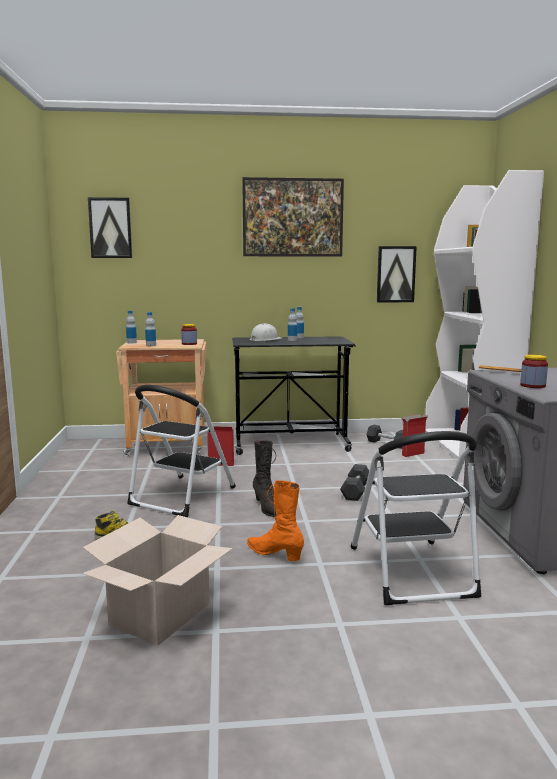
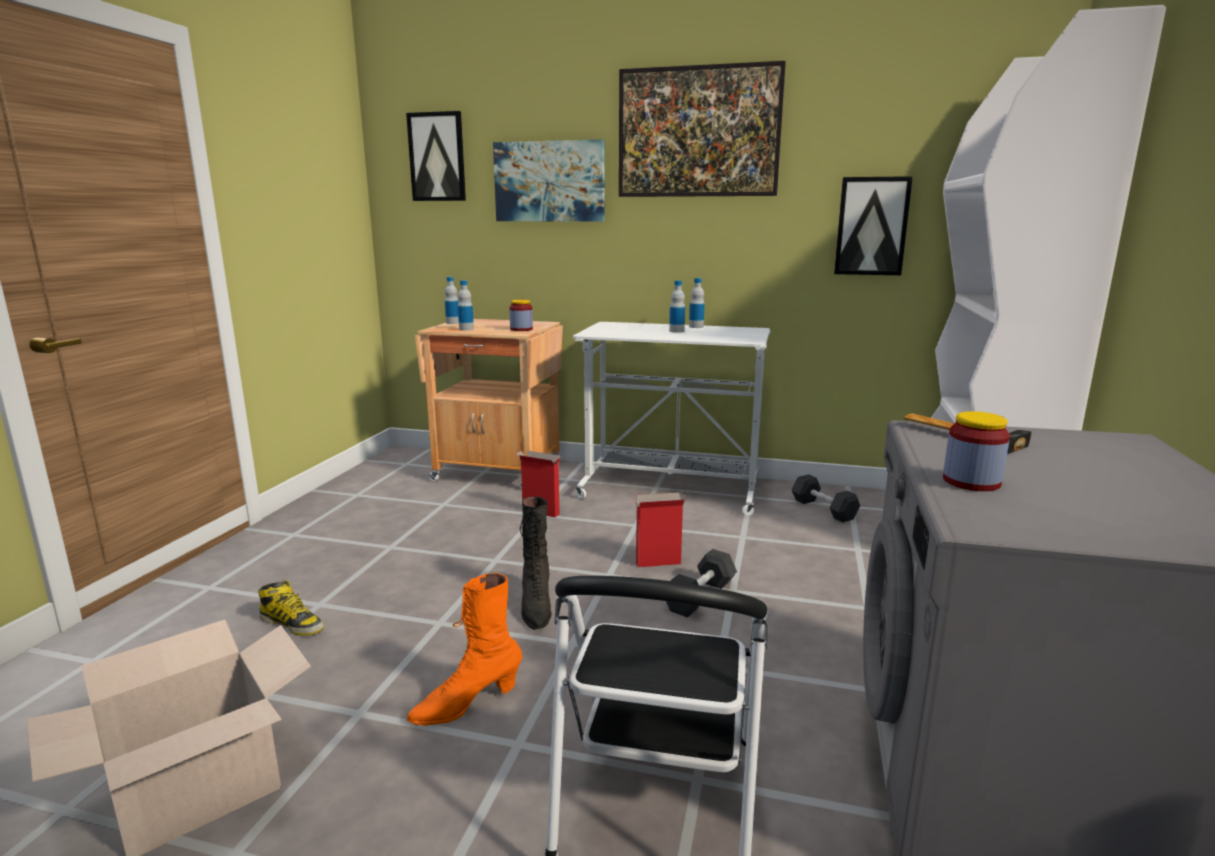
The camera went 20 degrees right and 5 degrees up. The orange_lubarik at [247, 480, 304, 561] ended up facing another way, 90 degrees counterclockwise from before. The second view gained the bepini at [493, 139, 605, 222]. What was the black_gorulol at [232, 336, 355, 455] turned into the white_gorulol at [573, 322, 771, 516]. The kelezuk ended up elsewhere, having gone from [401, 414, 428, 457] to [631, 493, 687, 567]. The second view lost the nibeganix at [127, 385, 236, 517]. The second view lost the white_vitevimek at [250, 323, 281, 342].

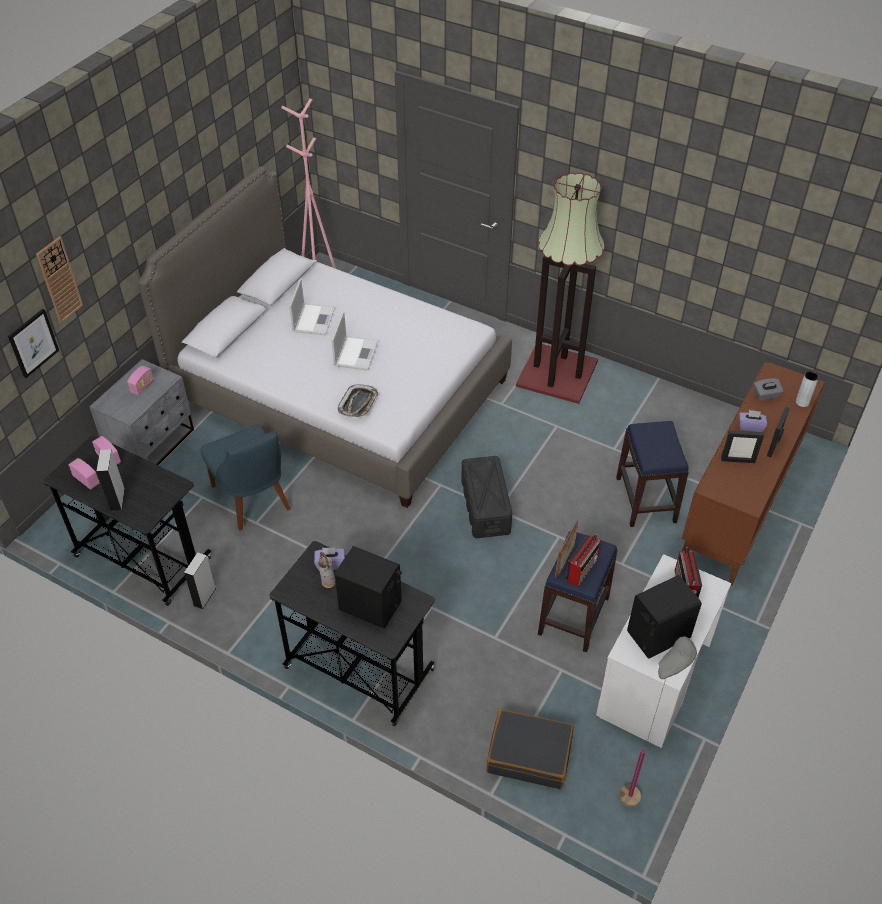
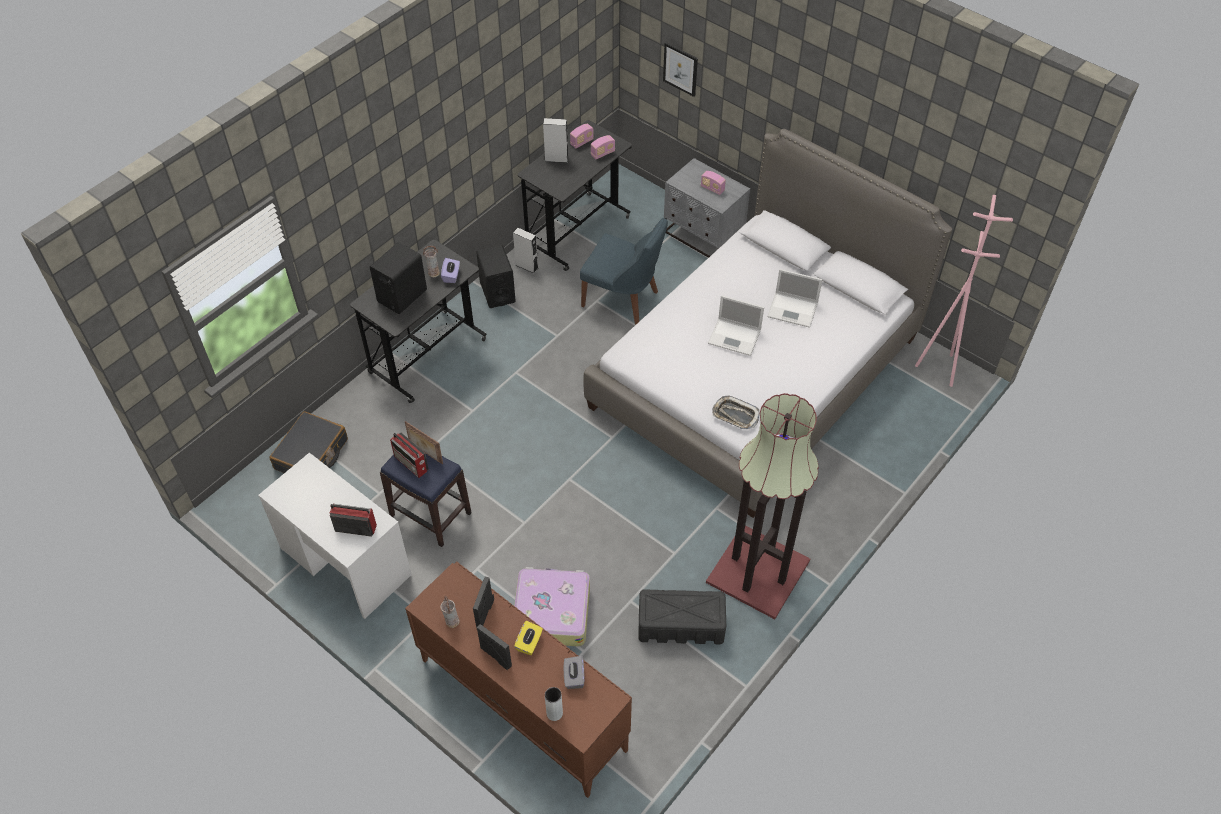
The camera went 100 degrees right and 5 degrees up. The second view gained the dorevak at [440, 596, 460, 628]. The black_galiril ended up elsewhere, having gone from [627, 575, 702, 659] to [476, 245, 516, 308]. Where the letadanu stood at [616, 421, 689, 527], the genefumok came to stand at [514, 567, 590, 646]. What was the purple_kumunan at [739, 410, 767, 432] turned into the yellow_kumunan at [514, 621, 543, 655]. The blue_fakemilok at [201, 424, 291, 531] ended up facing another way, 135 degrees counterclockwise from before. The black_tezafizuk ended up elsewhere, having gone from [461, 456, 512, 538] to [638, 589, 726, 644]. The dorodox ended up elsewhere, having gone from [338, 384, 378, 417] to [712, 396, 759, 429]. The second view lost the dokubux at [36, 236, 83, 323]. The second view lost the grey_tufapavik at [619, 636, 697, 807].

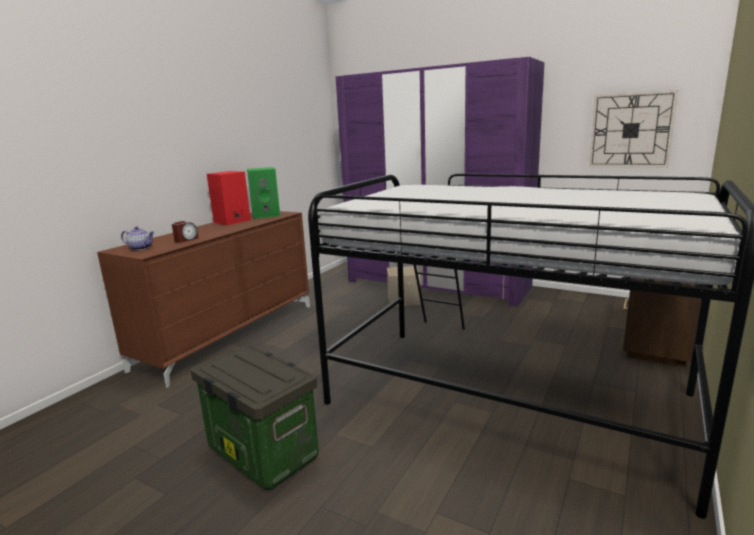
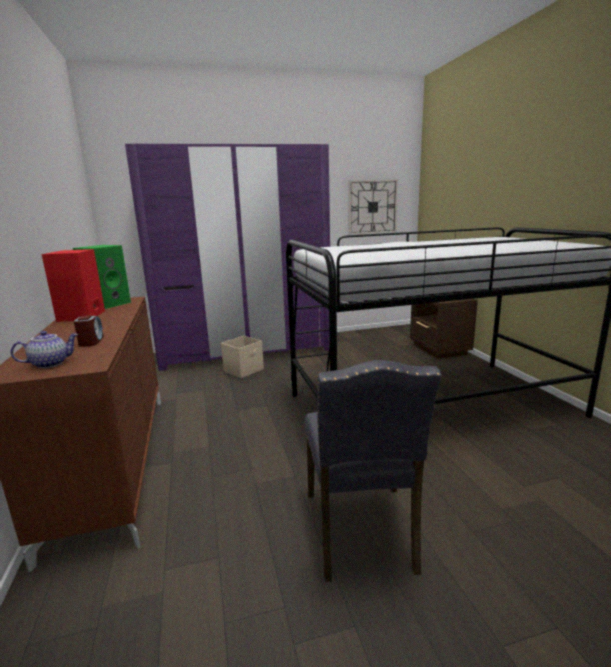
The camera went 45 degrees left and 0 degrees up. Where the tezafizuk stood at [190, 345, 319, 490], the grey_fakemilok came to stand at [304, 360, 441, 582].

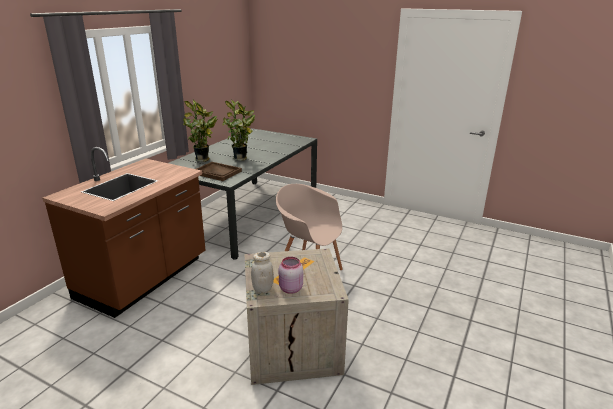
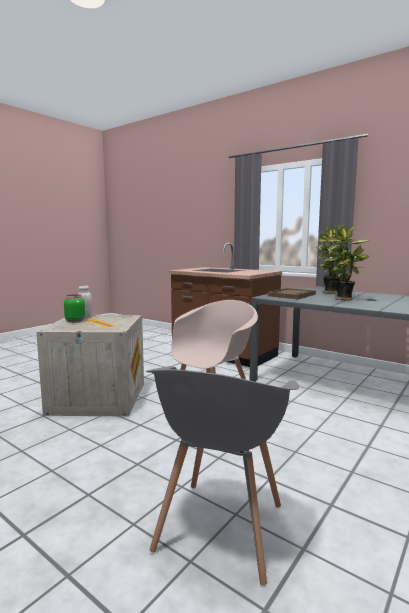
The camera went 100 degrees right and 15 degrees down. What was the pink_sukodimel at [279, 257, 303, 294] turned into the green_sukodimel at [64, 294, 85, 323]. The second view gained the grey_fakemilok at [146, 366, 299, 585].

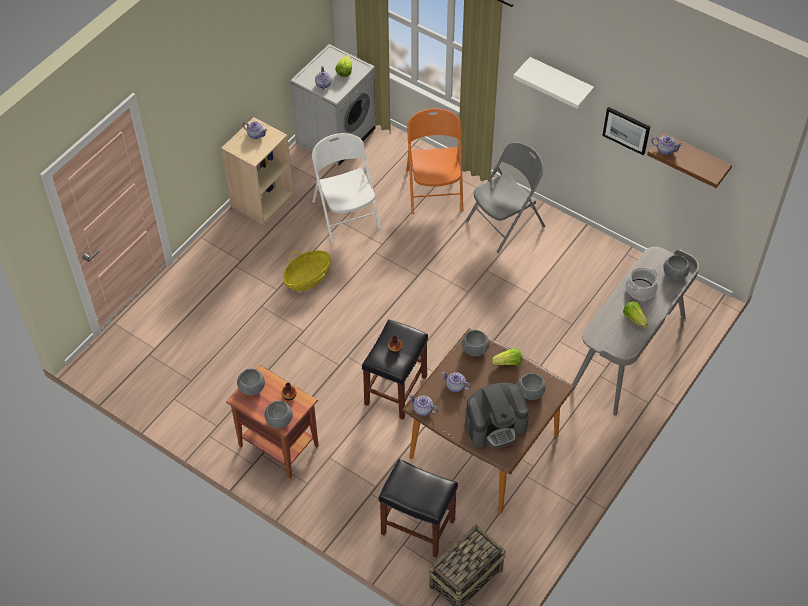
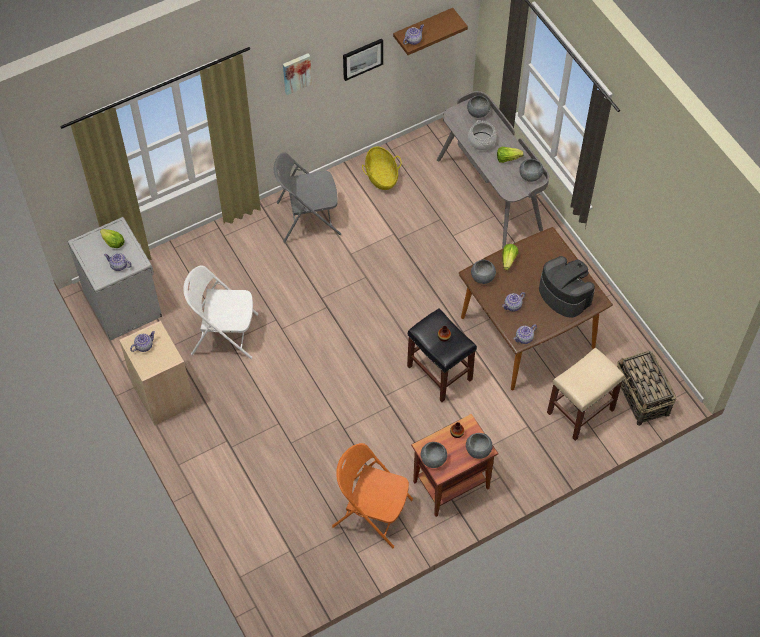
The camera went 65 degrees left and 5 degrees up. The grey_fakemilok at [466, 143, 545, 254] ended up facing another way, 90 degrees counterclockwise from before. Where the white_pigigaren hung at [513, 57, 594, 109], the bepini came to hang at [283, 53, 312, 95]. The orange_fakemilok ended up elsewhere, having gone from [406, 108, 464, 214] to [332, 443, 413, 549]. The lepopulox ended up elsewhere, having gone from [283, 250, 331, 291] to [362, 147, 402, 190]. The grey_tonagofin ended up elsewhere, having gone from [518, 373, 546, 400] to [519, 159, 543, 182]. The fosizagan at [465, 383, 529, 449] ended up facing another way, 45 degrees counterclockwise from before. What was the black_letadanu at [379, 459, 458, 558] turned into the beige_letadanu at [547, 347, 625, 441].

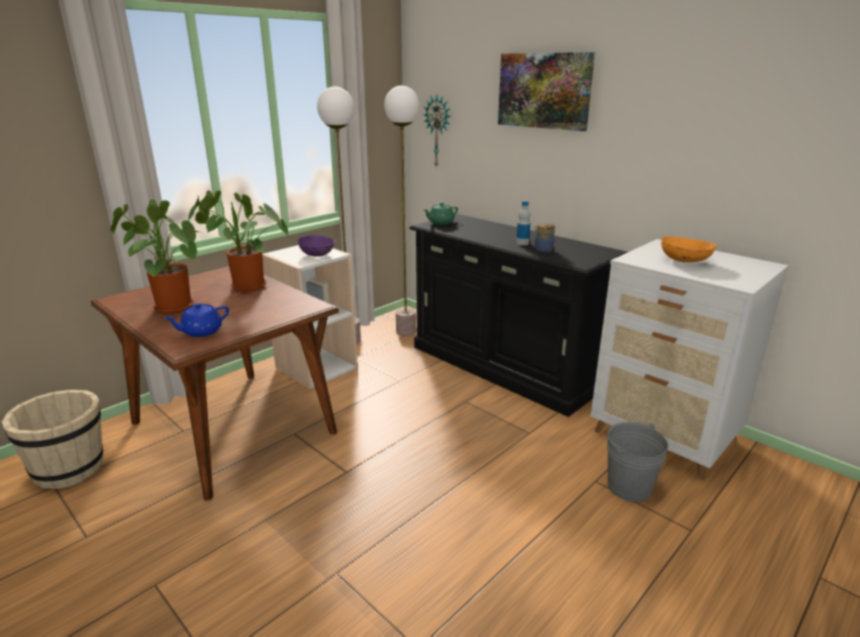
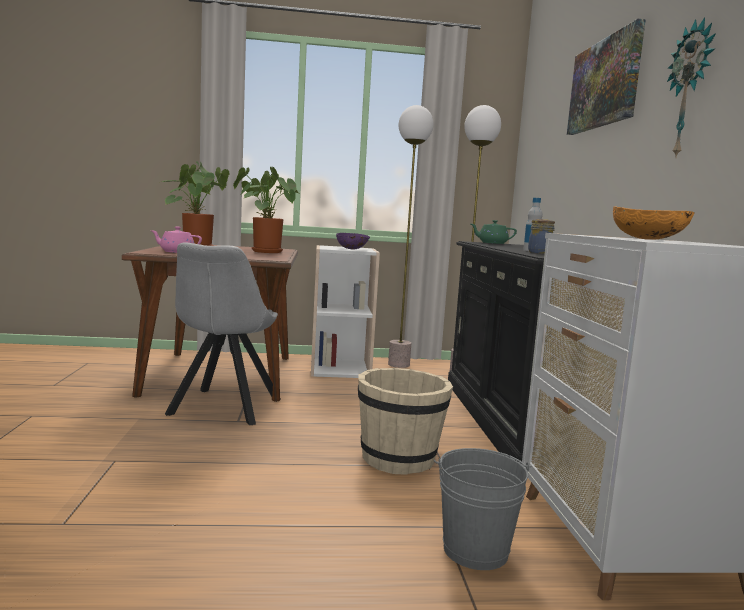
The camera went 40 degrees right and 15 degrees down. What was the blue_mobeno at [164, 303, 229, 337] turned into the pink_mobeno at [150, 227, 202, 253]. The second view gained the grey_fakemilok at [165, 242, 278, 425]. The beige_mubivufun ended up elsewhere, having gone from [2, 390, 103, 489] to [358, 368, 453, 475]. The dokubux ended up elsewhere, having gone from [422, 95, 451, 168] to [667, 17, 716, 159].

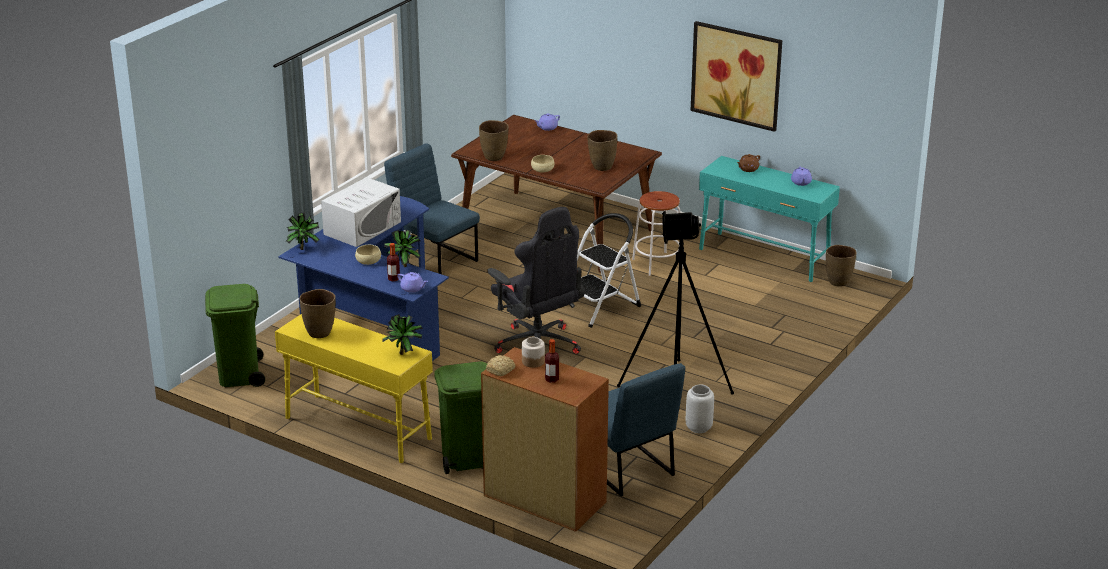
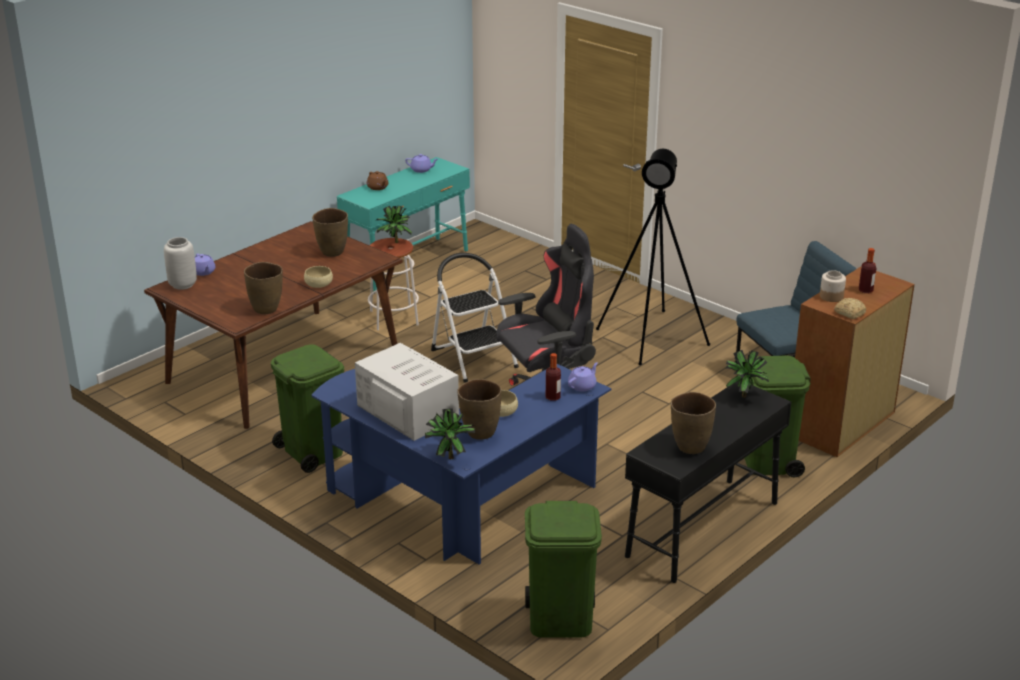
The camera went 80 degrees left and 0 degrees up. The grey_dorevak ended up elsewhere, having gone from [686, 385, 714, 433] to [164, 237, 197, 290]. Where the blue_fakemilok stood at [384, 143, 480, 274], the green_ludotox came to stand at [271, 344, 344, 473]. The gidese ended up elsewhere, having gone from [384, 230, 421, 267] to [377, 206, 412, 243]. The brown_dorevak ended up elsewhere, having gone from [826, 245, 857, 287] to [457, 379, 501, 440]. What was the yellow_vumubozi at [275, 314, 433, 463] turned into the black_vumubozi at [625, 381, 792, 583]. The second view lost the bepini at [690, 21, 782, 132].

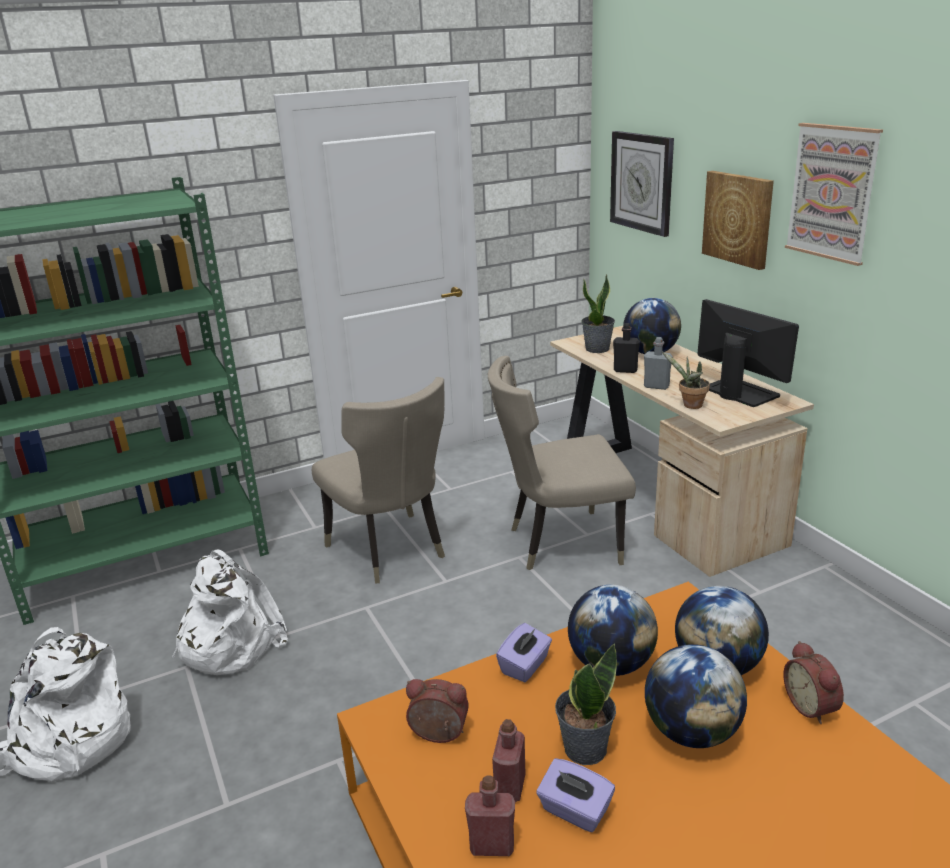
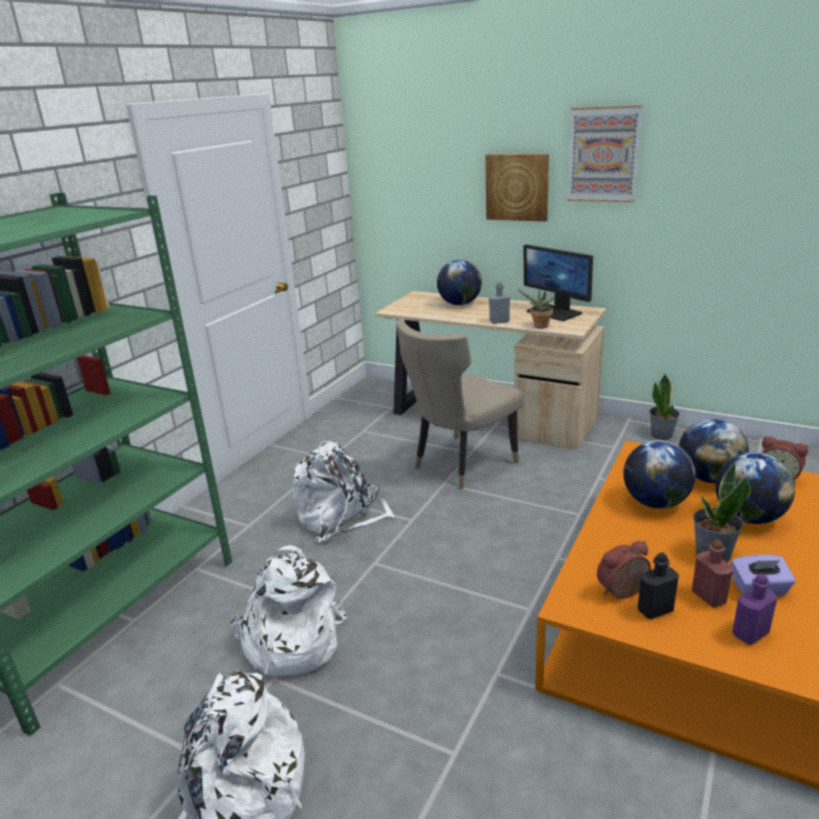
The camera went 35 degrees left and 0 degrees up. Where the beige_fakemilok stood at [312, 377, 445, 584], the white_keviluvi came to stand at [293, 441, 394, 542]. The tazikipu at [698, 299, 799, 407] ended up facing another way, 150 degrees counterclockwise from before. The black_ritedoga ended up elsewhere, having gone from [613, 323, 640, 373] to [638, 552, 679, 619]. The gidese ended up elsewhere, having gone from [581, 275, 615, 353] to [649, 374, 680, 440]. What was the red_ritedoga at [465, 776, 515, 856] turned into the purple_ritedoga at [732, 574, 777, 645]. The second view lost the purple_kumunan at [496, 623, 552, 682]. The second view lost the dokubux at [610, 131, 674, 237].

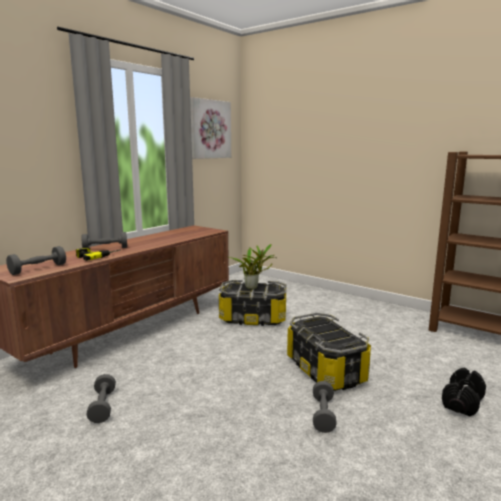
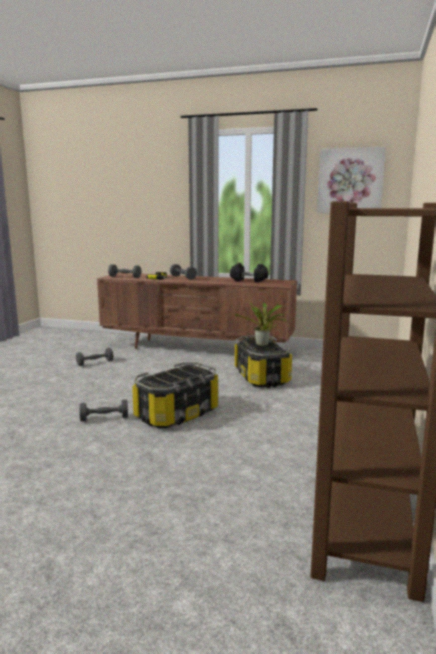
The camera went 70 degrees right and 0 degrees up. The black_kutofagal ended up elsewhere, having gone from [442, 368, 486, 417] to [230, 263, 268, 282].

